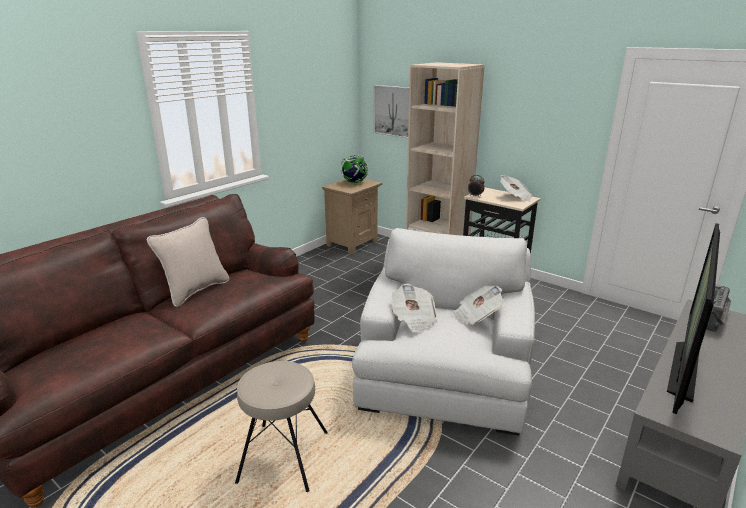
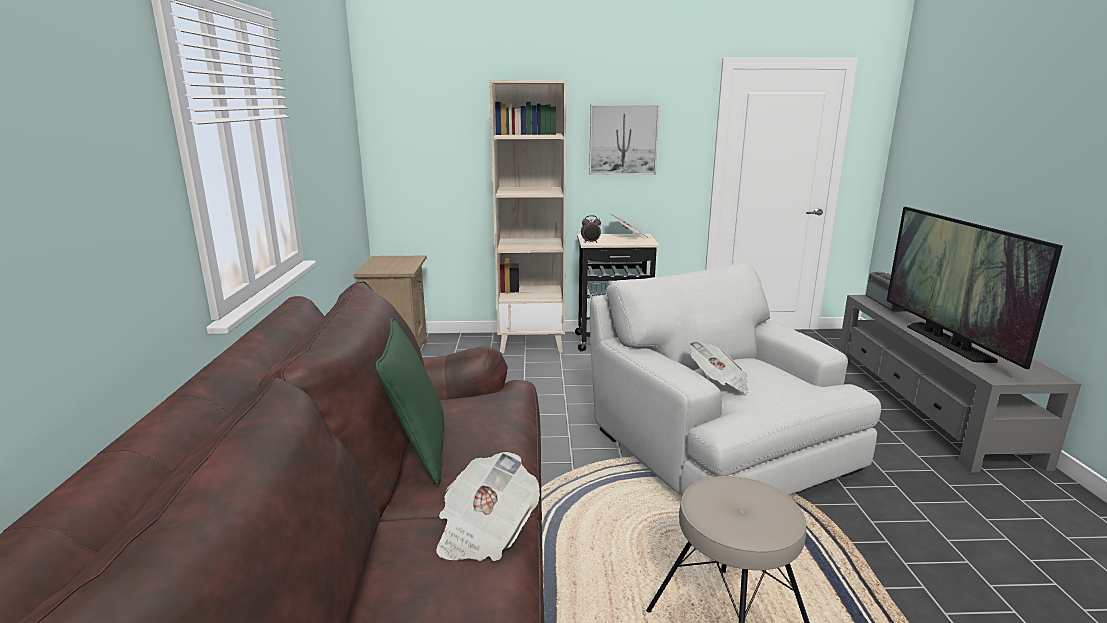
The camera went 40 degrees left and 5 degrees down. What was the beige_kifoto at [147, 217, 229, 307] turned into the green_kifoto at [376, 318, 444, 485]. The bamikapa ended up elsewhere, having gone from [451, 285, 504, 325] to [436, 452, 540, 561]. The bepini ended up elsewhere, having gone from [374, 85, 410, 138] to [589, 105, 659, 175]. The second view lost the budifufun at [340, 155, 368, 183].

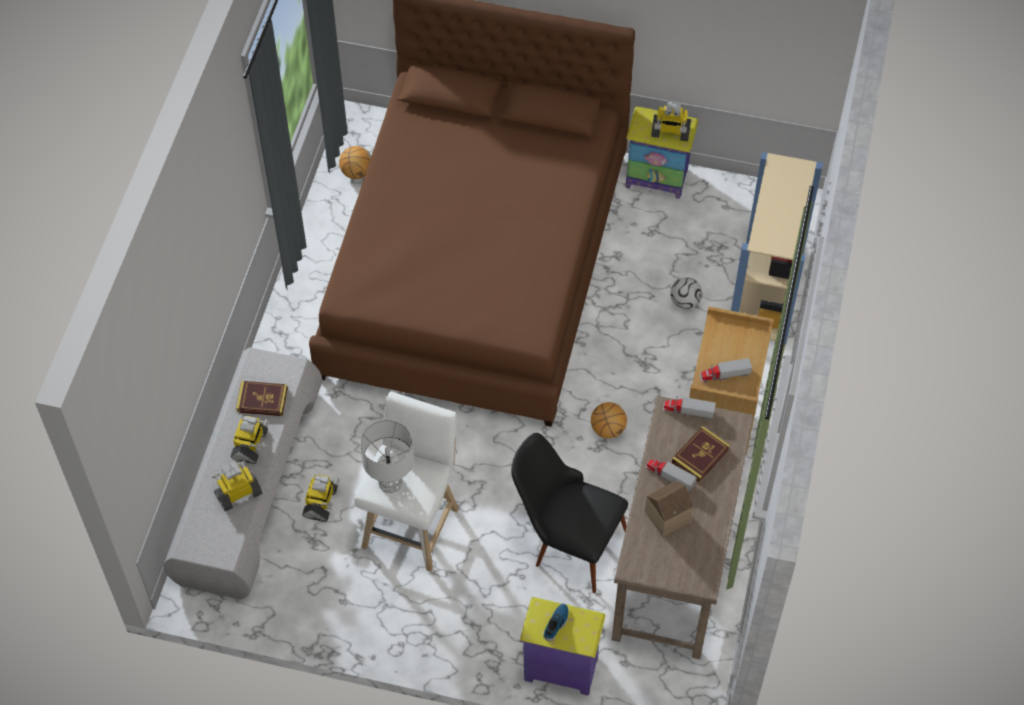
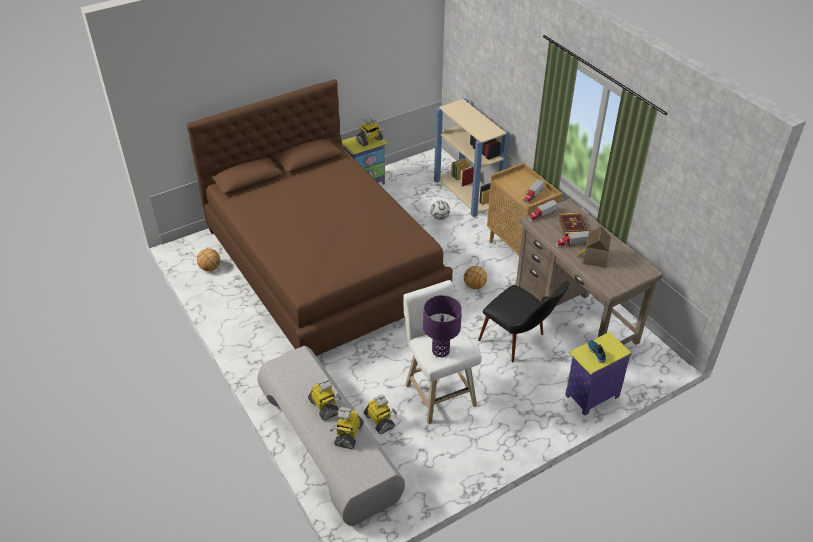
The camera went 45 degrees left and 15 degrees down. What was the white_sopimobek at [360, 420, 414, 493] turned into the purple_sopimobek at [423, 295, 462, 357]. The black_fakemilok at [511, 433, 628, 593] ended up facing another way, 120 degrees counterclockwise from before. The second view lost the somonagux at [236, 381, 288, 416].

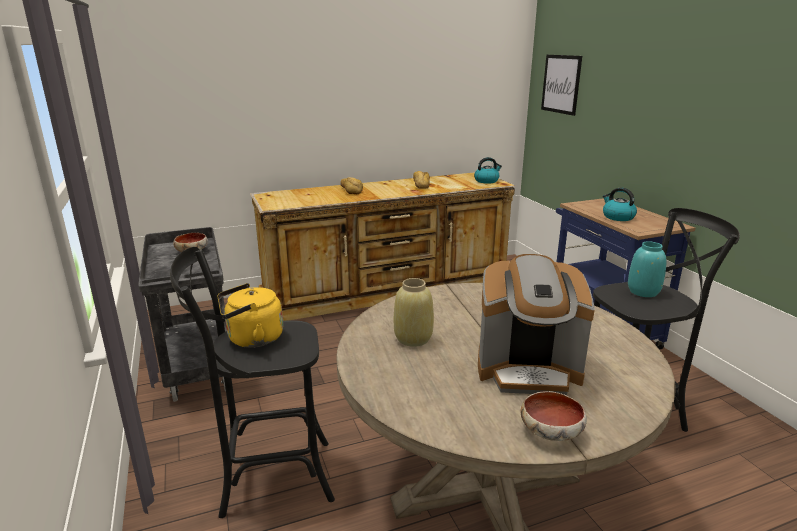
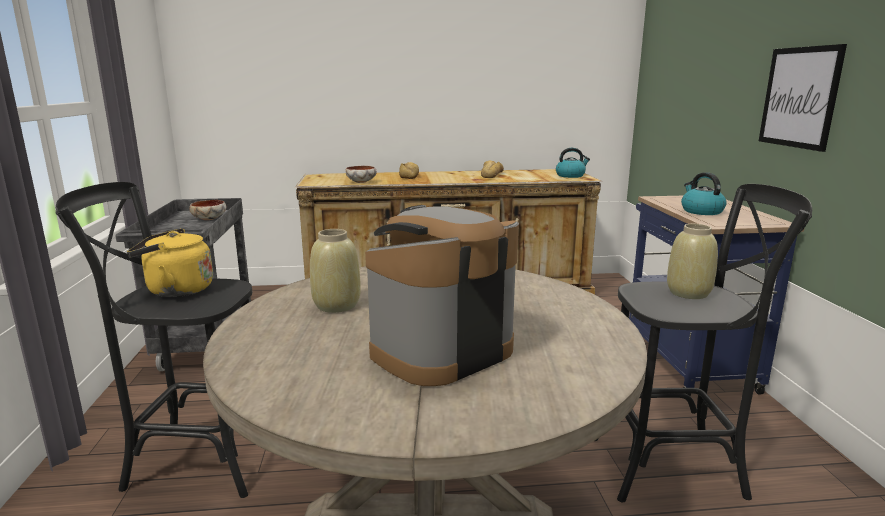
The camera went 15 degrees right and 5 degrees down. The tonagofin ended up elsewhere, having gone from [520, 391, 587, 441] to [345, 166, 377, 183]. The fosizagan at [478, 254, 595, 396] ended up facing another way, 120 degrees clockwise from before. What was the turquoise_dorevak at [628, 241, 666, 297] turned into the beige_dorevak at [667, 224, 718, 299]. The bepini ended up elsewhere, having gone from [541, 55, 582, 116] to [759, 44, 847, 152].

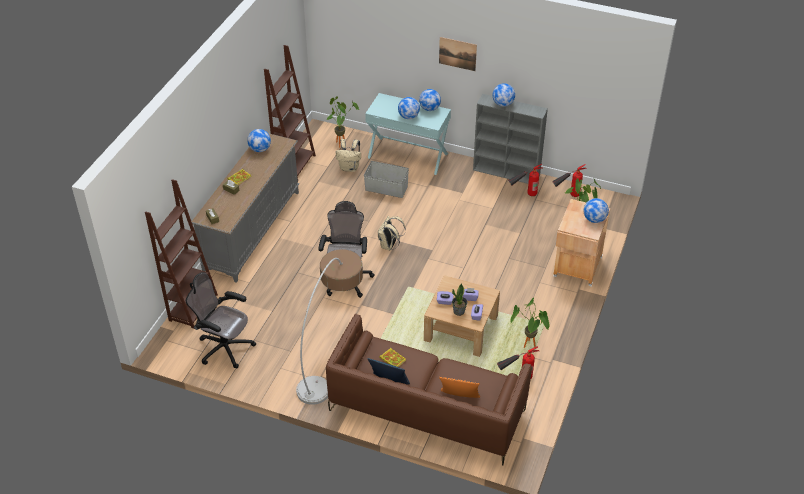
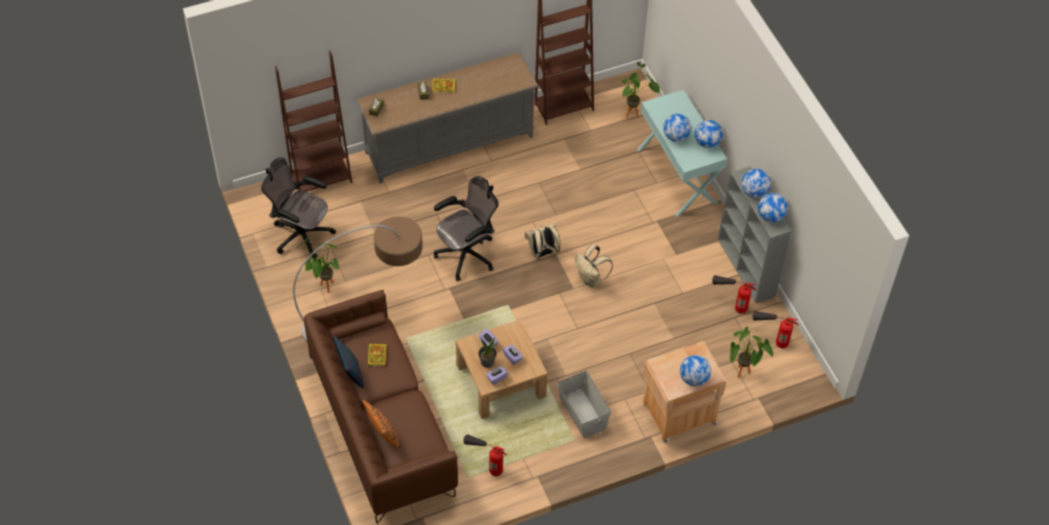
The camera went 45 degrees right and 10 degrees up. The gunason at [186, 272, 256, 368] ended up facing another way, 45 degrees counterclockwise from before. The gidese ended up elsewhere, having gone from [510, 298, 550, 348] to [297, 235, 339, 293]. The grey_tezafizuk ended up elsewhere, having gone from [364, 161, 409, 198] to [557, 371, 611, 438]. The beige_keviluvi ended up elsewhere, having gone from [336, 139, 361, 172] to [575, 244, 613, 288]. The budifufun ended up elsewhere, having gone from [247, 129, 271, 152] to [758, 193, 788, 223]. The second view lost the bepini at [439, 37, 477, 71].

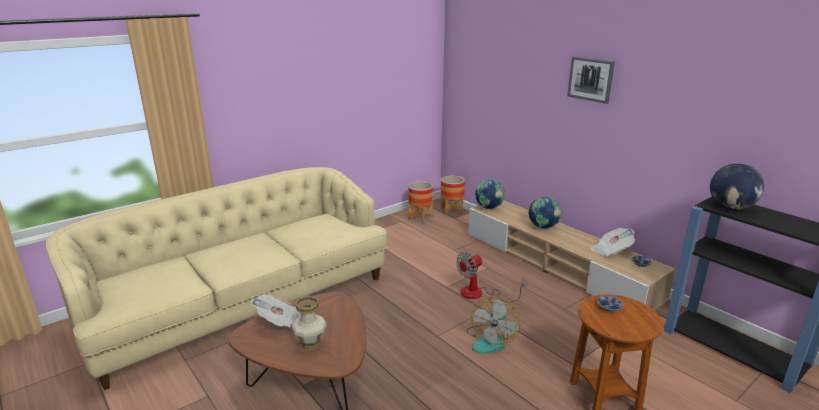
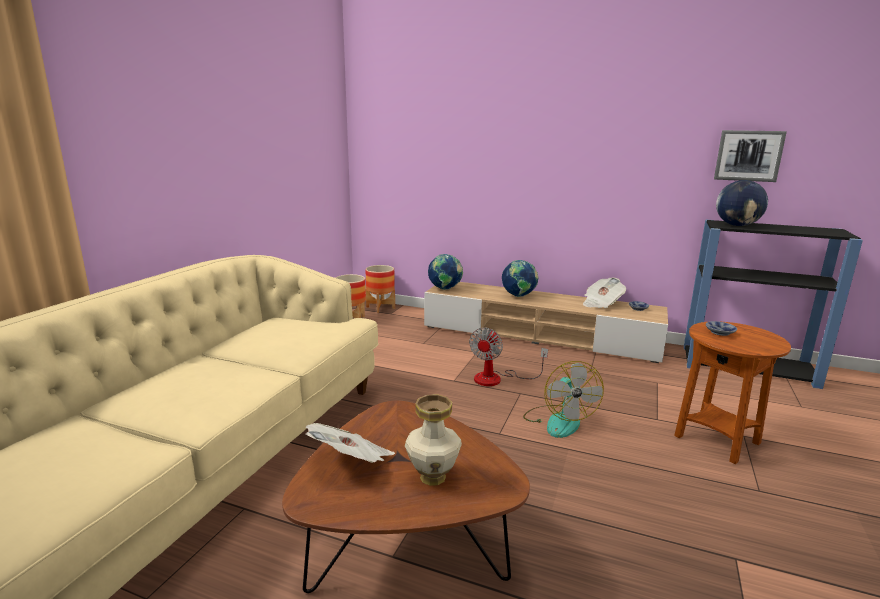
The camera went 30 degrees left and 5 degrees down. The bepini ended up elsewhere, having gone from [567, 56, 615, 104] to [714, 130, 787, 182].

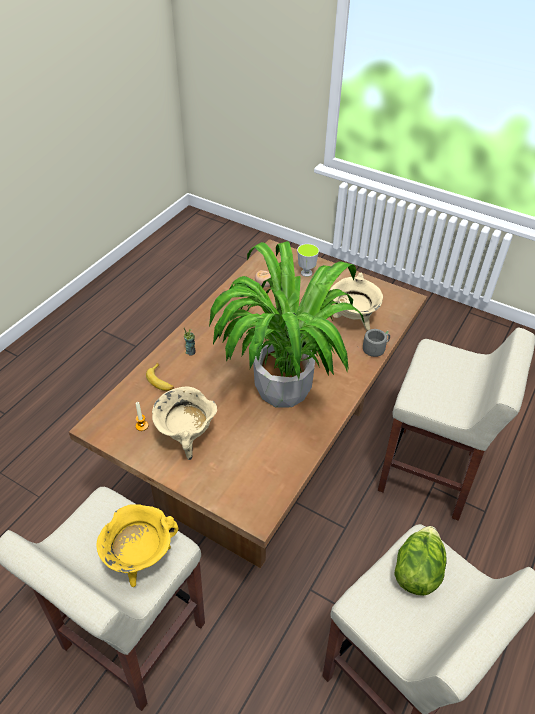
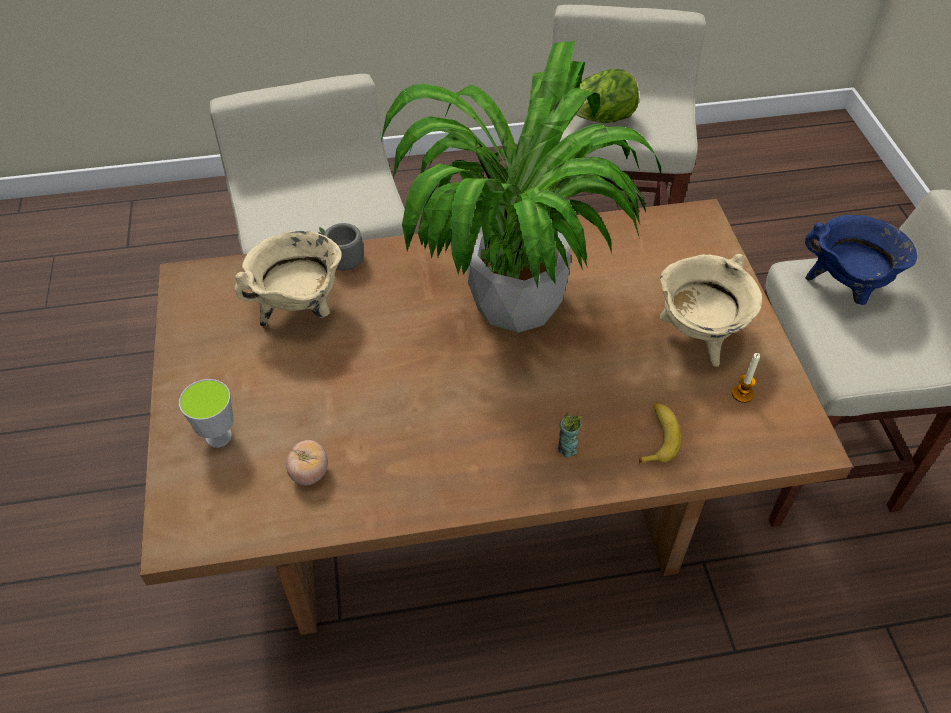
The camera went 130 degrees left and 5 degrees up. What was the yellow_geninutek at [96, 504, 178, 587] turned into the blue_geninutek at [805, 215, 917, 305].

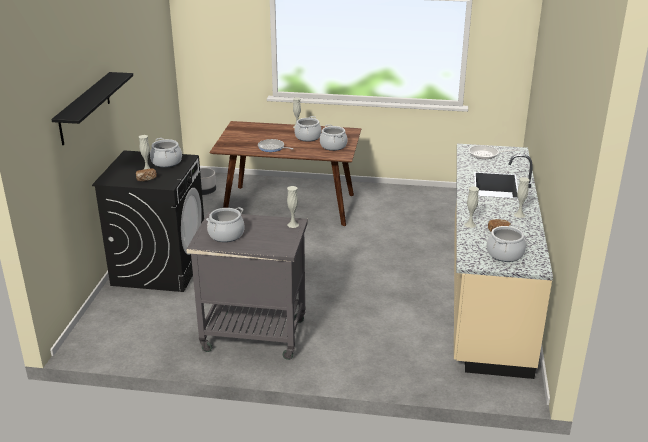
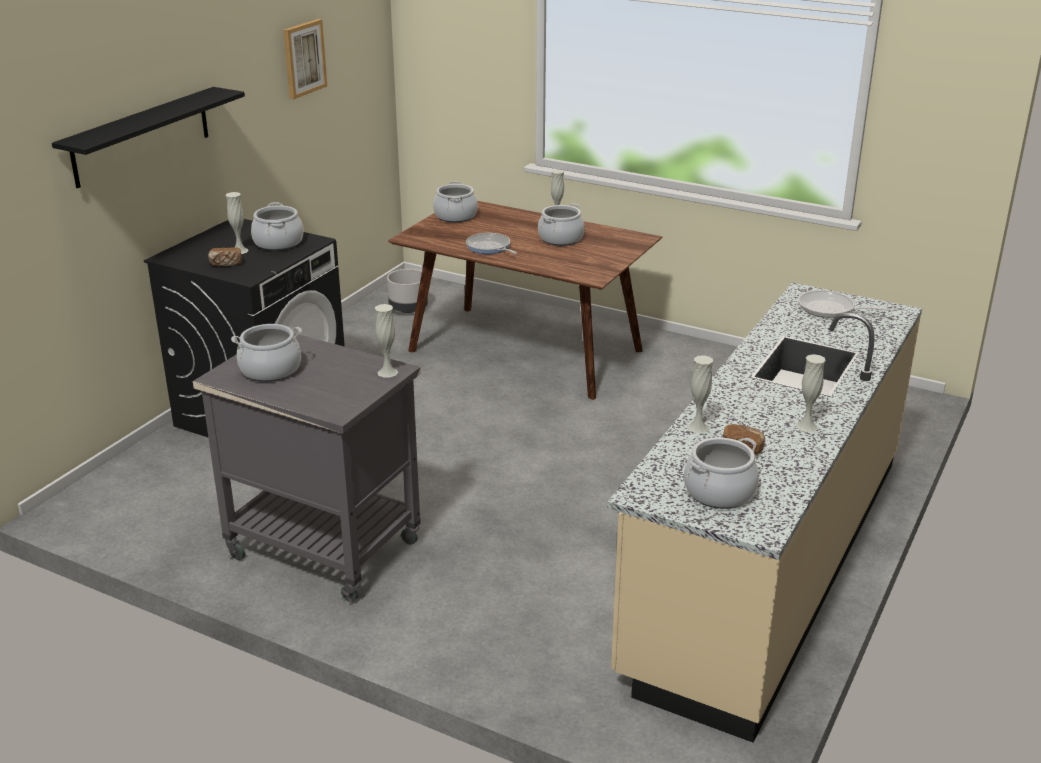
The camera went 20 degrees right and 0 degrees up. The second view gained the bepini at [283, 19, 327, 99]. The geninutek ended up elsewhere, having gone from [320, 124, 347, 151] to [433, 181, 478, 223].

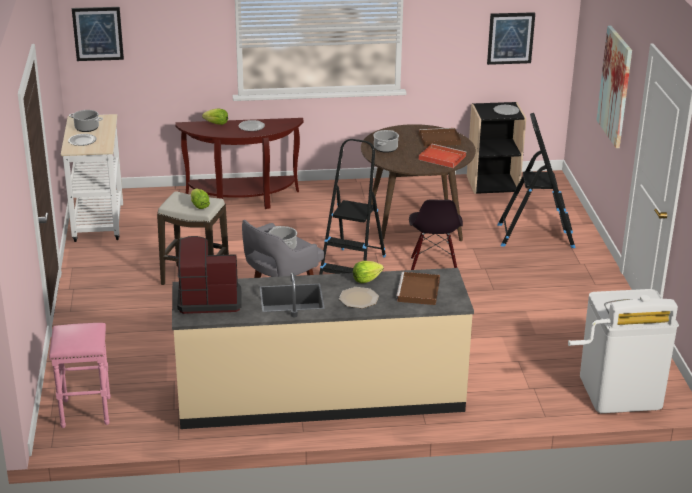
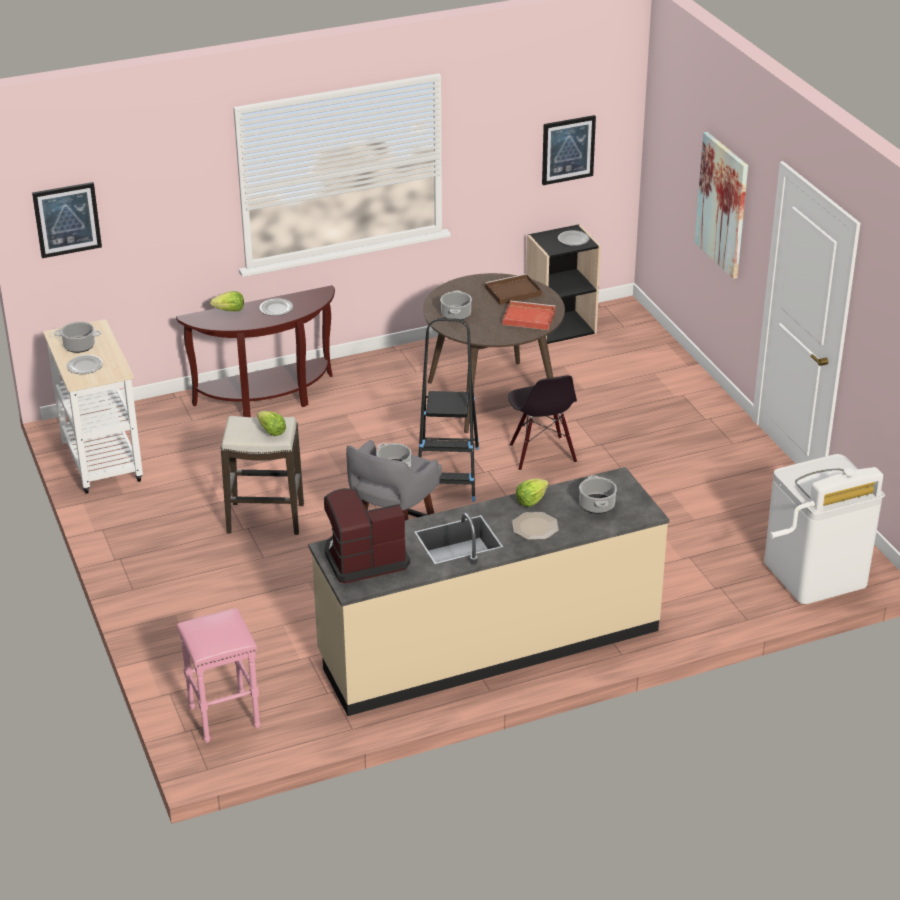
The camera went 15 degrees left and 5 degrees up. Where the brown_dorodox stood at [396, 272, 440, 305], the geninutek came to stand at [579, 475, 617, 514]. The second view lost the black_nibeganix at [497, 113, 576, 248].

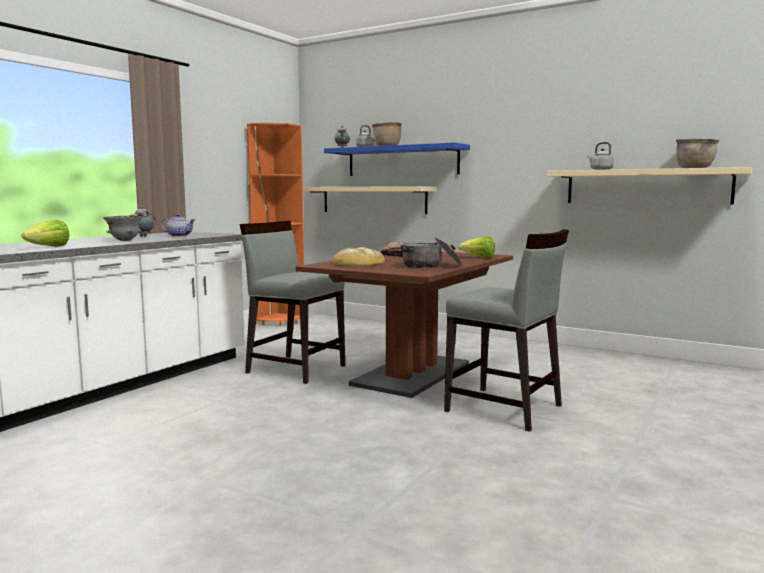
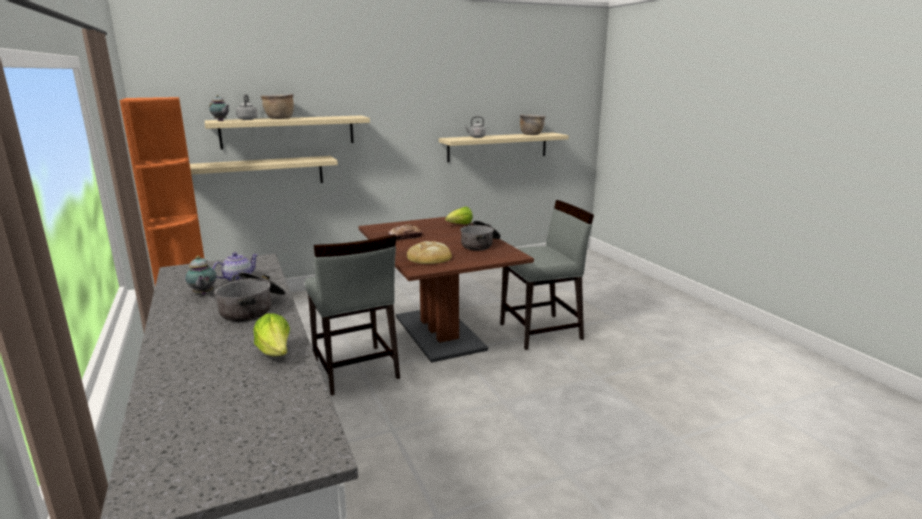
The camera went 55 degrees left and 10 degrees up. What was the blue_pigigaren at [324, 142, 470, 176] turned into the beige_pigigaren at [205, 116, 370, 150]. Where the grey_tonagofin stood at [103, 216, 143, 241], the geninutek came to stand at [214, 272, 286, 322]. The grey_fakemilok at [240, 221, 345, 384] ended up facing another way, 90 degrees counterclockwise from before.

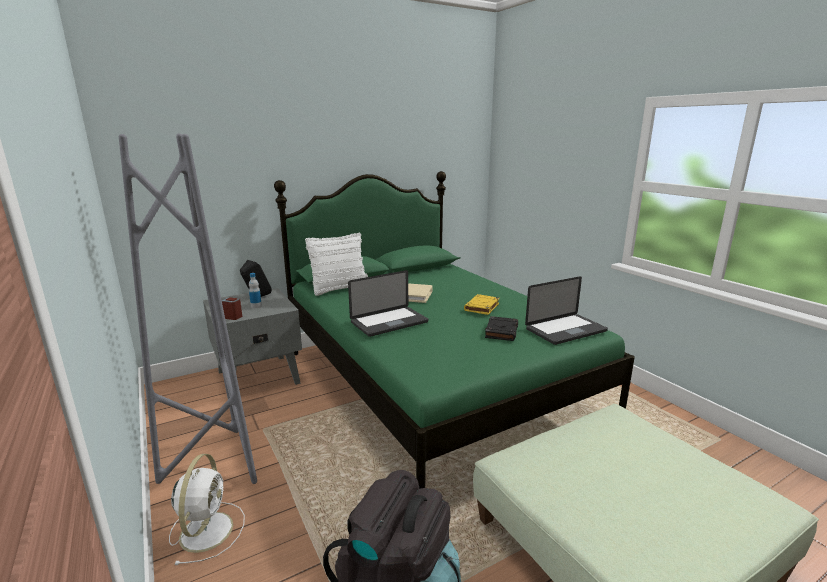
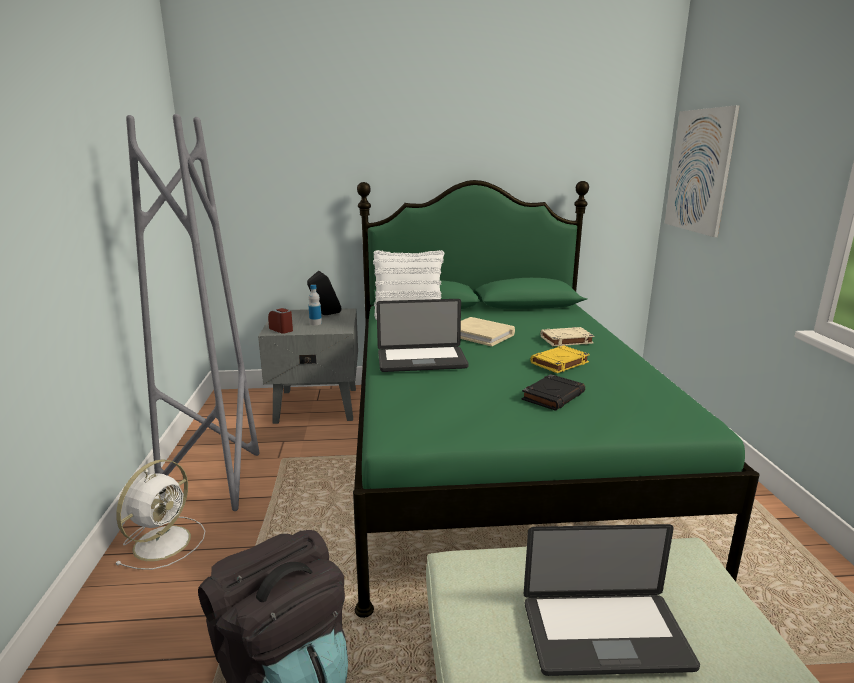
The camera went 25 degrees right and 0 degrees up. The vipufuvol ended up elsewhere, having gone from [525, 276, 608, 345] to [524, 524, 700, 676]. The second view gained the beige_somonagux at [540, 327, 594, 346]. The second view gained the bepini at [664, 105, 740, 237].

